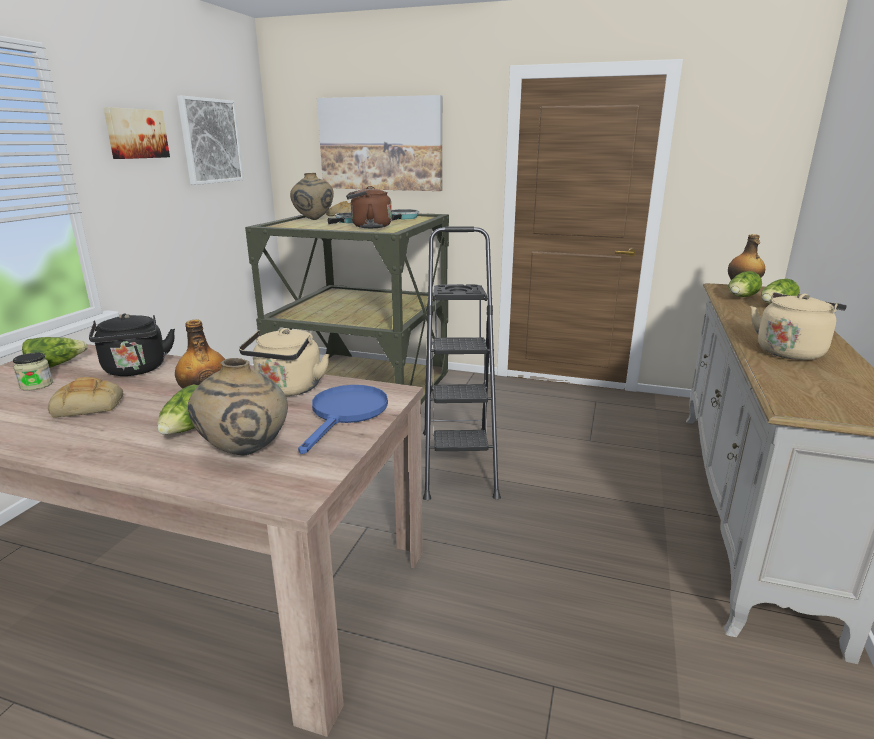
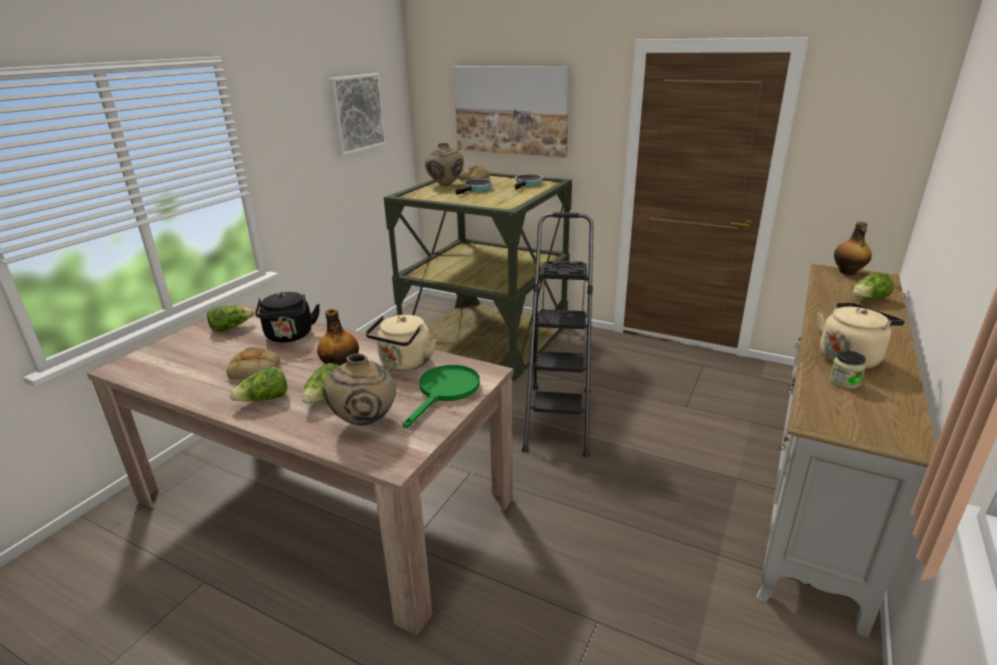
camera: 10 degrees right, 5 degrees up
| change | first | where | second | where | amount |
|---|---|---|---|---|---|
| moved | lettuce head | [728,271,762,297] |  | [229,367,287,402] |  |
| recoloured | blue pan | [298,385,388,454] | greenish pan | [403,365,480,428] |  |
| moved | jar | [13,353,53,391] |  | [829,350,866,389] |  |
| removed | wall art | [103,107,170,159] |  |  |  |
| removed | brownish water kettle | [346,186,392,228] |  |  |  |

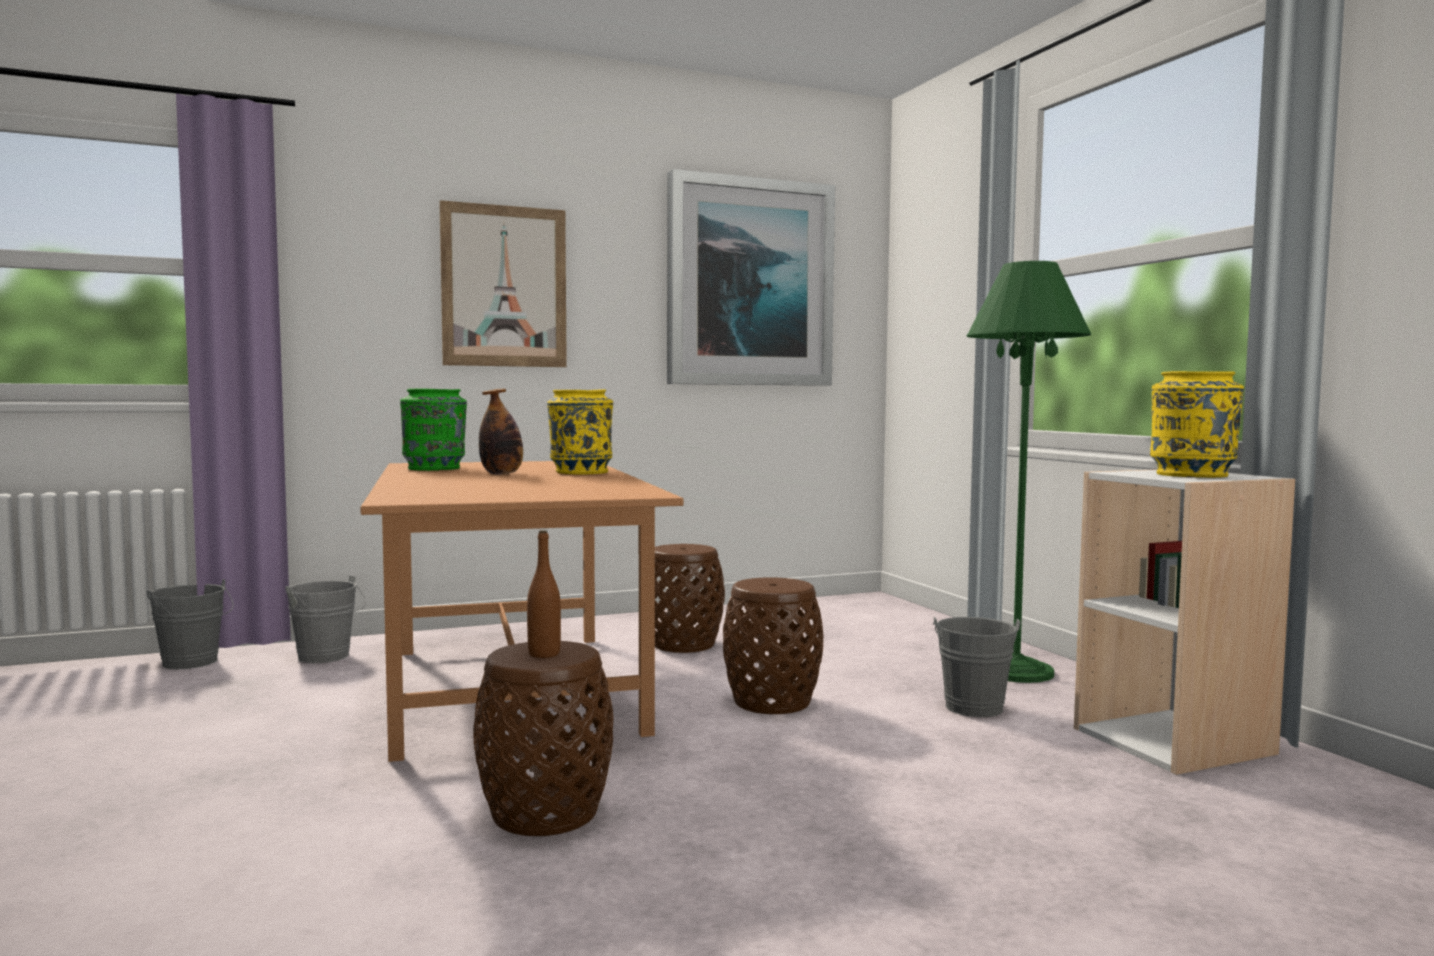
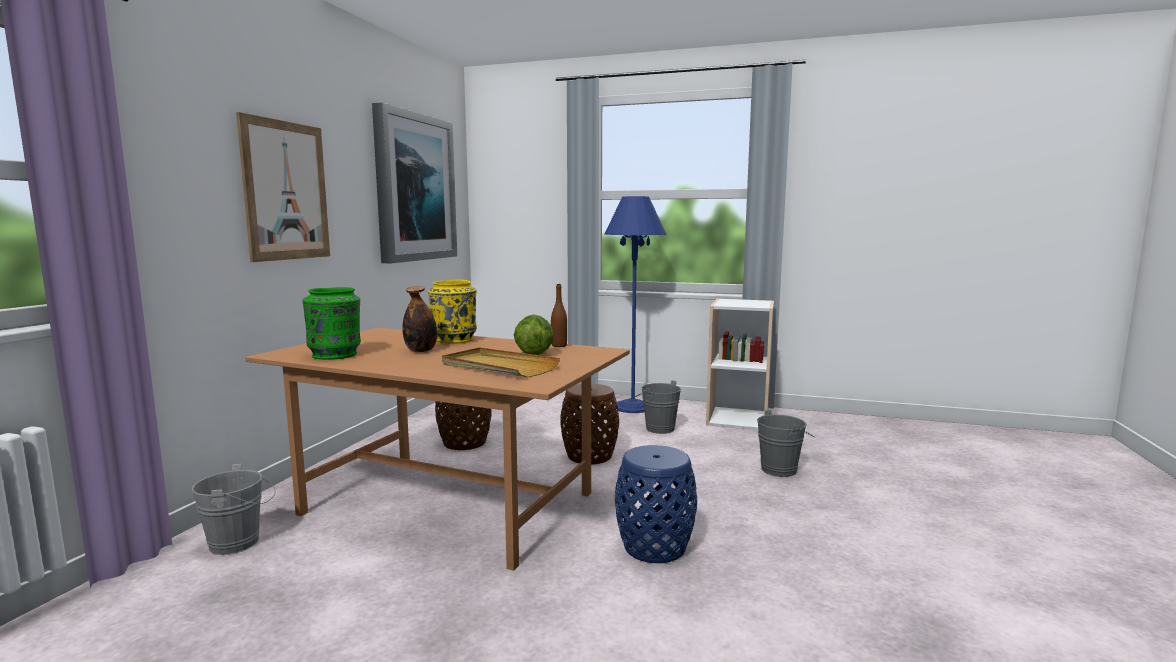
camera: 50 degrees left, 5 degrees up
| change | first | where | second | where | amount |
|---|---|---|---|---|---|
| added |  |  | beige-coloured tray | [442,347,560,377] |  |
| added |  |  | lettuce head | [514,314,554,355] |  |
| moved | brownish beverage bottle | [527,530,561,658] |  | [551,284,567,347] |  |
| recoloured | greenish standard lamp | [967,261,1091,683] | blue standard lamp | [604,196,666,413] |  |
| recoloured | brownish sitting stool | [473,641,613,836] | blue sitting stool | [615,445,697,563] |  |
| moved | gray pail | [146,579,234,669] |  | [757,410,815,477] |  |
| removed | yellow-coloured decorative vase | [1150,371,1244,478] |  |  |  |

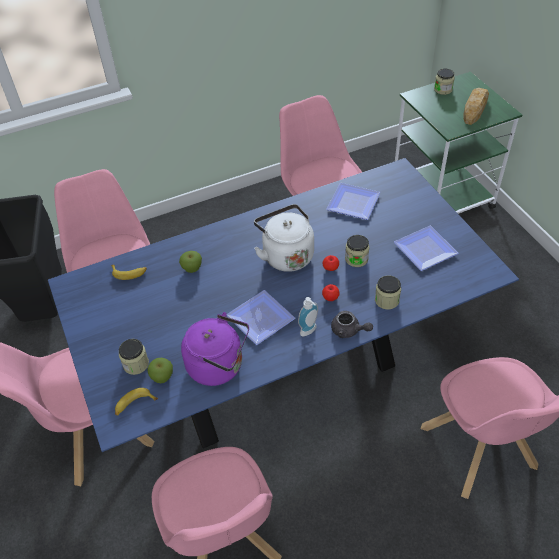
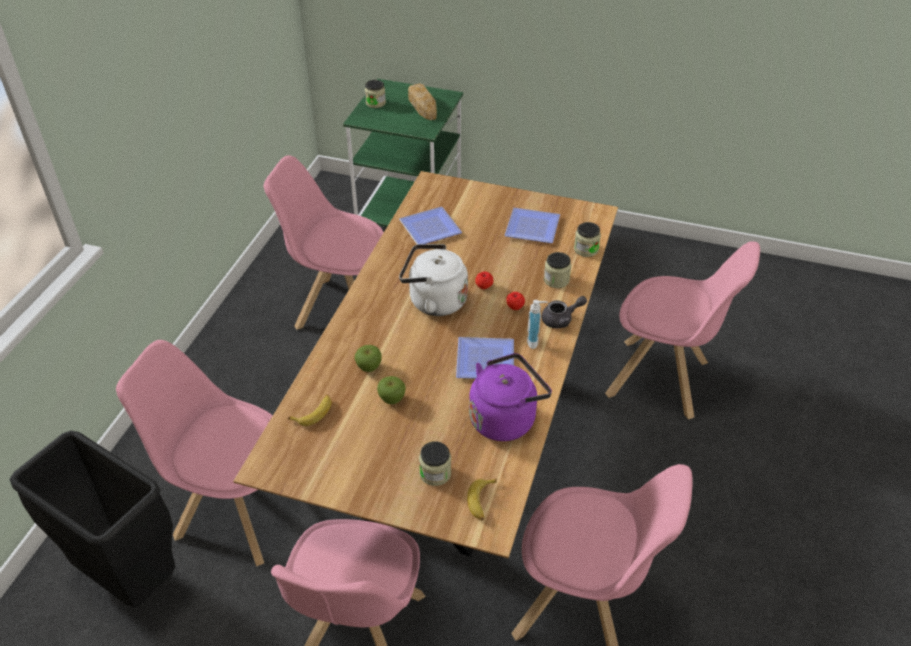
camera: 50 degrees left, 5 degrees down
| change | first | where | second | where | amount |
|---|---|---|---|---|---|
| recoloured | blue dinner table | [48,158,519,452] | brownish dinner table | [233,171,618,558] |  |
| moved | apple fruit | [148,357,173,383] |  | [377,376,406,404] |  |
| moved | jar | [345,235,370,267] |  | [574,222,601,257] |  |

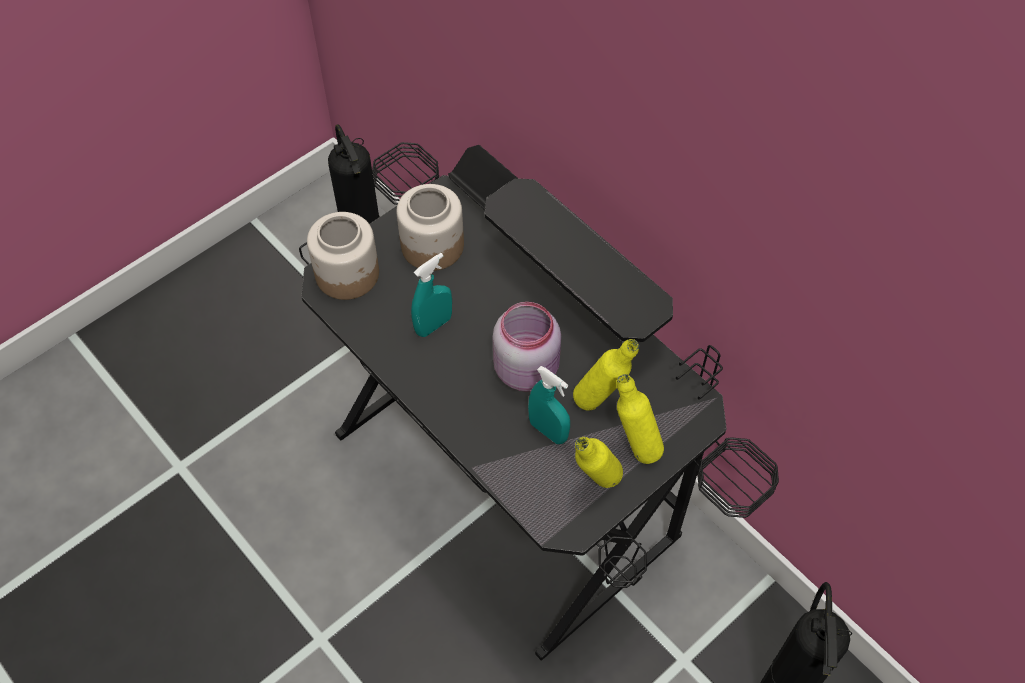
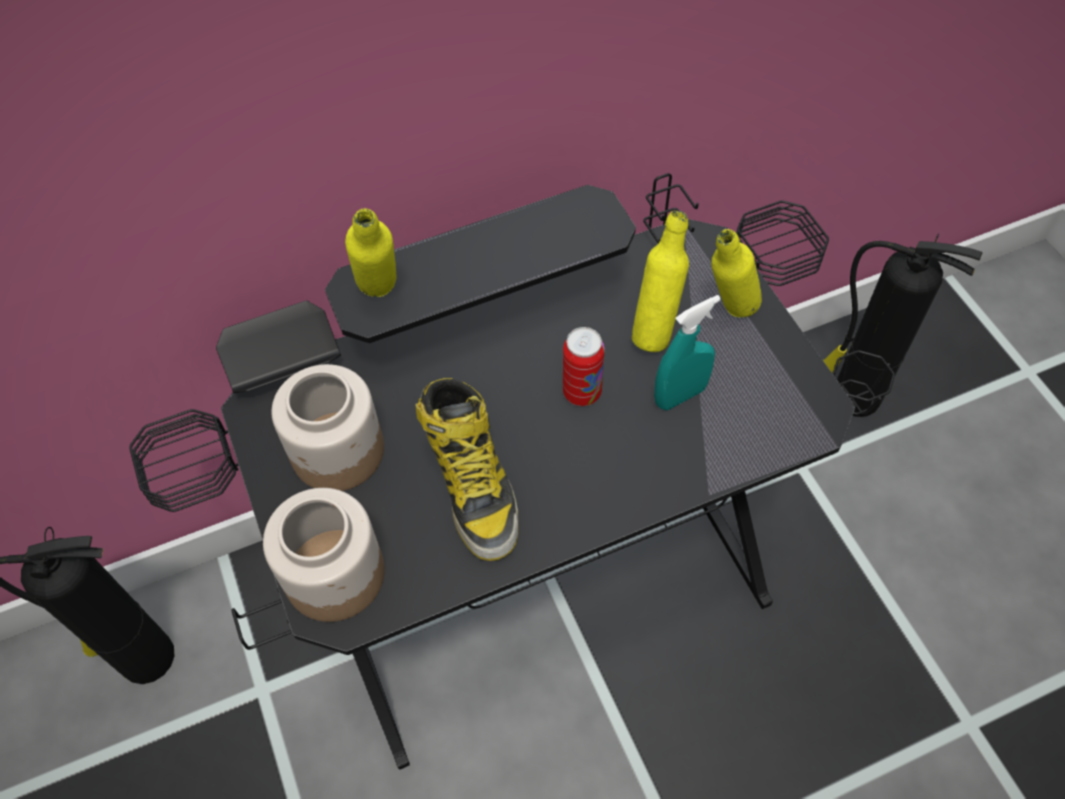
camera: 70 degrees left, 0 degrees up
| change | first | where | second | where | amount |
|---|---|---|---|---|---|
| moved | yellow-coloured beverage bottle | [575,437,623,488] |  | [345,208,397,297] |  |
| replaced | turquoise spray bottle | [411,253,452,337] | boot | [415,378,519,561] |  |
| replaced | pink jar | [493,302,561,392] | can | [563,327,605,407] |  |

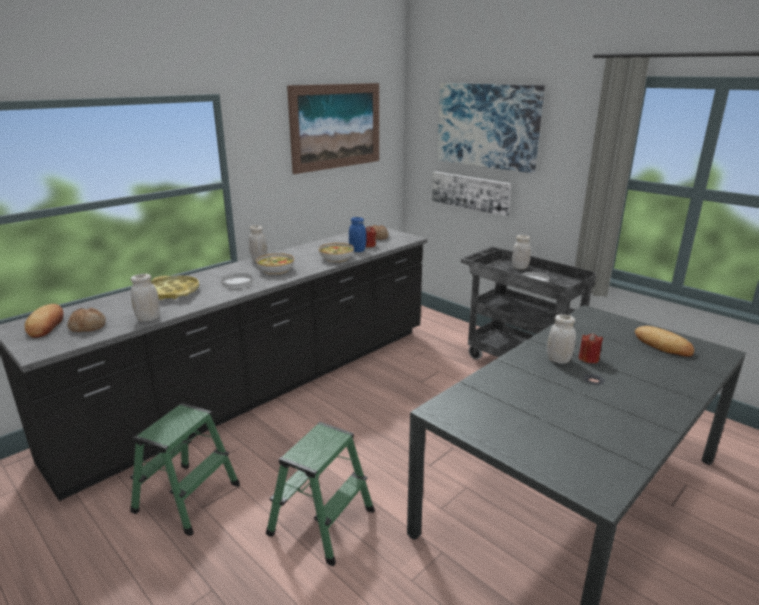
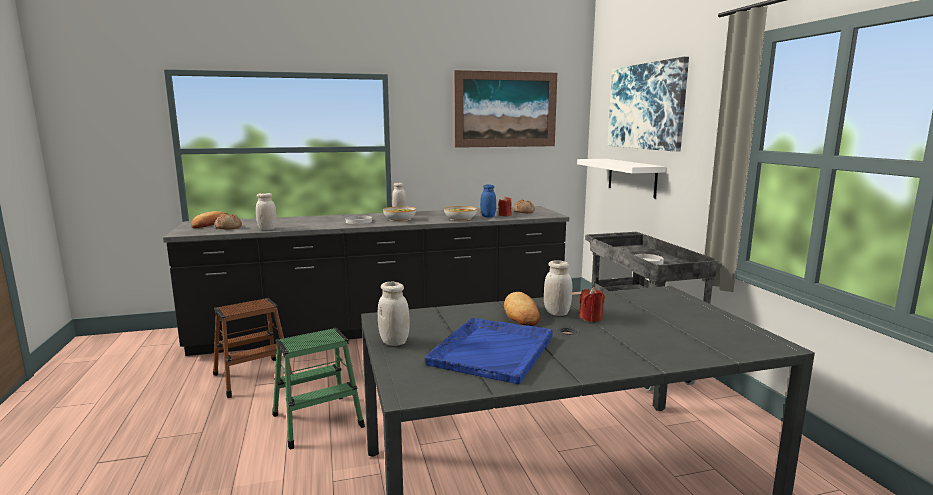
camera: 30 degrees right, 10 degrees down
| change | first | where | second | where | amount |
|---|---|---|---|---|---|
| recoloured | greenish stepladder | [130,403,240,536] | brownish stepladder | [213,298,293,398] |  |
| moved | white-coloured jar | [512,235,531,269] |  | [378,282,409,346] |  |
| added |  |  | blue tray | [425,318,553,384] |  |
| moved | bread | [635,326,694,357] |  | [504,292,540,326] |  |
| replaced | wall art | [432,172,512,216] | white-coloured shelf | [577,159,666,198] |  |
| removed | yellow-coloured tray | [151,275,199,300] |  |  |  |

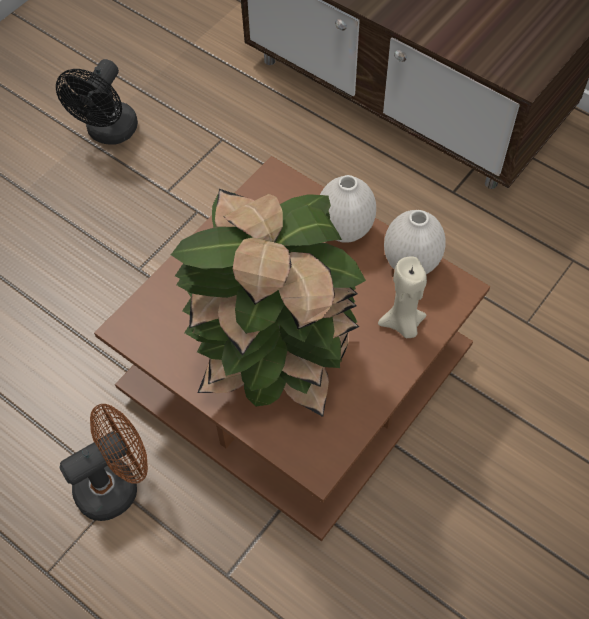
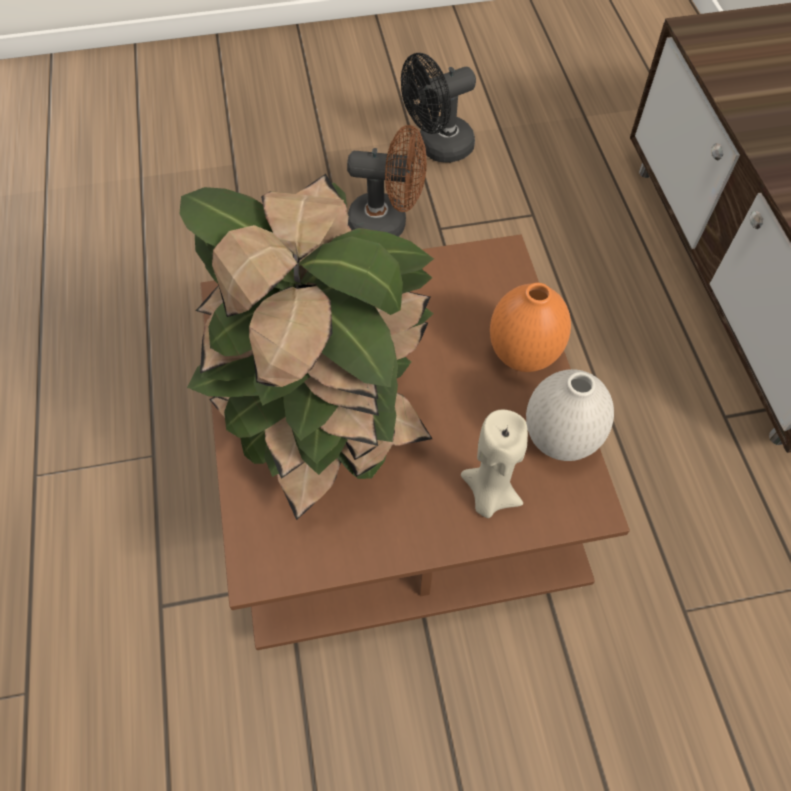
camera: 40 degrees right, 0 degrees up
| change | first | where | second | where | amount |
|---|---|---|---|---|---|
| moved | brownish cooling fan | [59,404,148,521] |  | [347,125,427,237] |  |
| recoloured | white-coloured decorative vase | [320,175,376,243] | orange decorative vase | [490,283,571,372] |  |

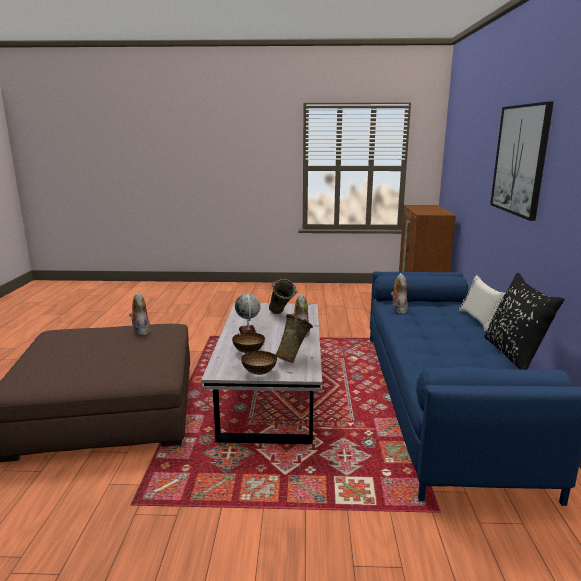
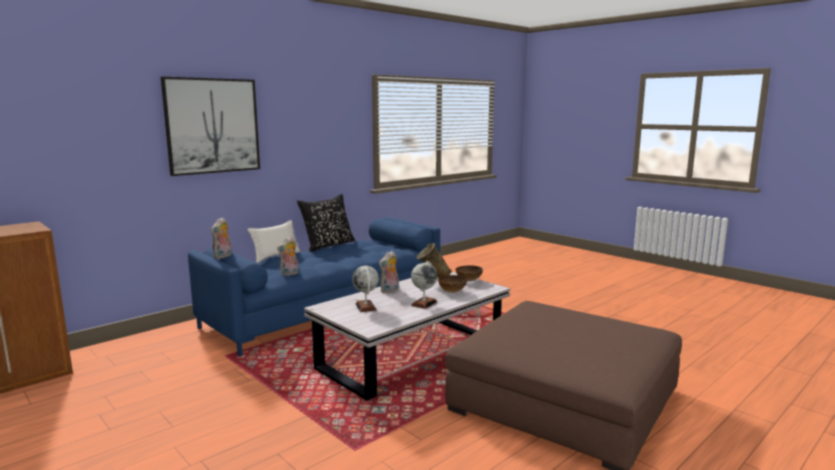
camera: 135 degrees left, 5 degrees down
| change | first | where | second | where | amount |
|---|---|---|---|---|---|
| moved | soft toy | [129,292,150,335] |  | [211,217,232,259] |  |
| replaced | beige-coloured decorative vase | [269,279,298,314] | world globe | [352,266,379,312] |  |

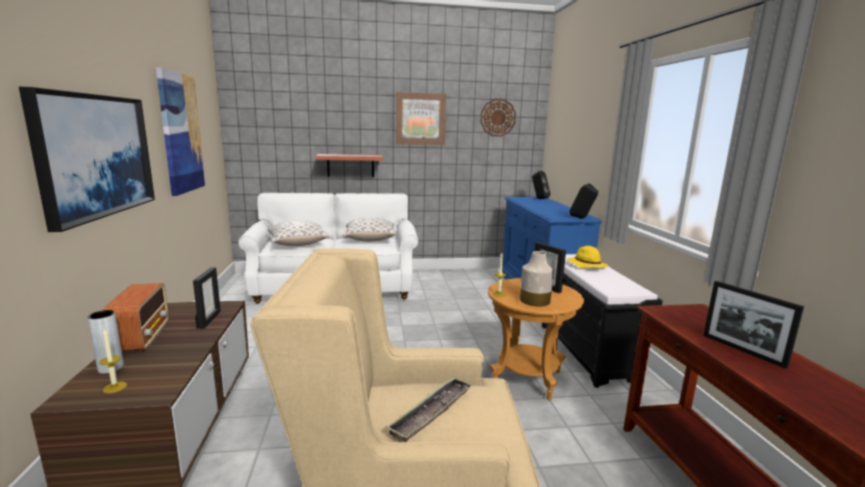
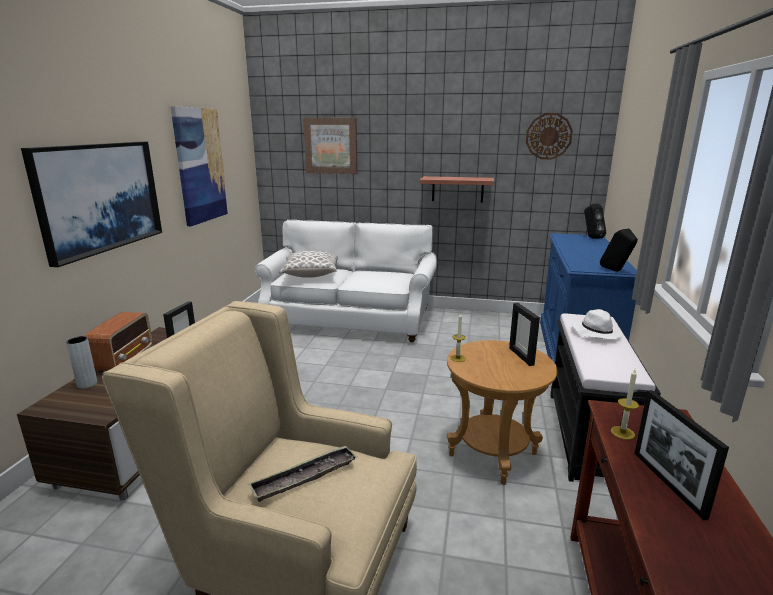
camera: 20 degrees right, 5 degrees up
| change | first | where | second | where | amount |
|---|---|---|---|---|---|
| moved | wall art | [396,92,446,145] |  | [303,118,358,174] |  |
| moved | shelf | [315,154,383,177] |  | [420,176,494,203] |  |
| recoloured | yellow-coloured clothing hat | [567,246,608,268] | white-coloured clothing hat | [572,309,622,339] |  |
| moved | wax light | [100,328,127,393] |  | [611,369,639,440] |  |
| removed | cushion | [343,218,396,242] |  |  |  |
| removed | beige-coloured decorative vase | [520,251,554,306] |  |  |  |

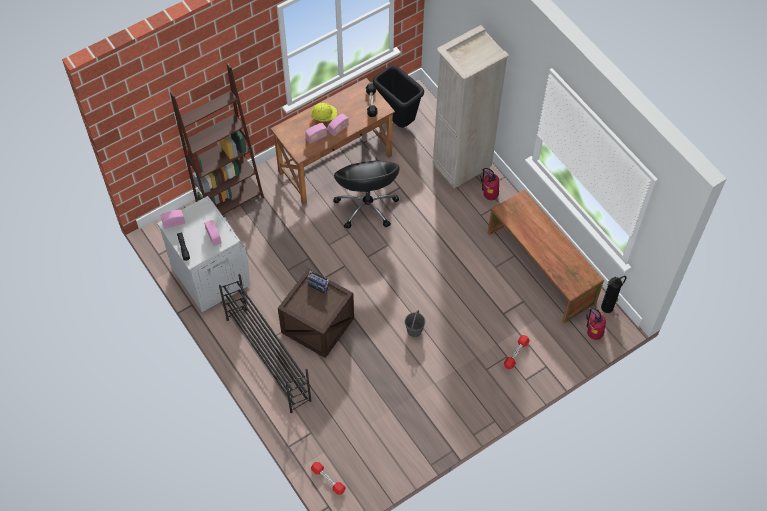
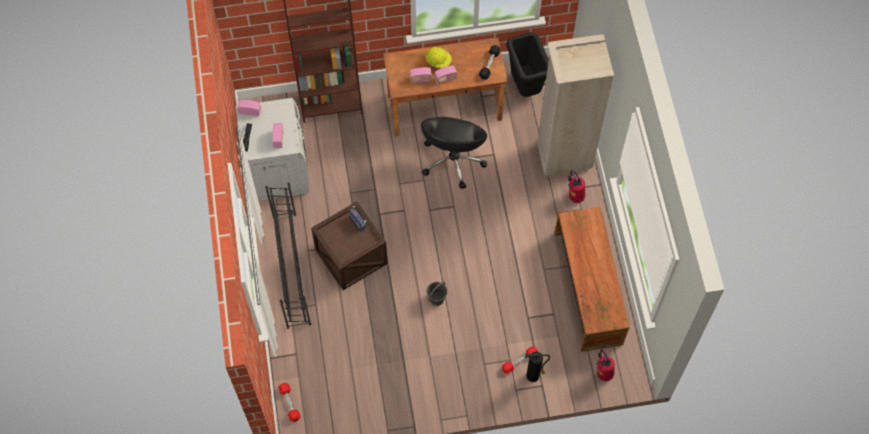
camera: 25 degrees right, 5 degrees up
| change | first | where | second | where | amount |
|---|---|---|---|---|---|
| moved | fire extinguisher | [601,276,627,313] |  | [525,351,550,382] |  |

